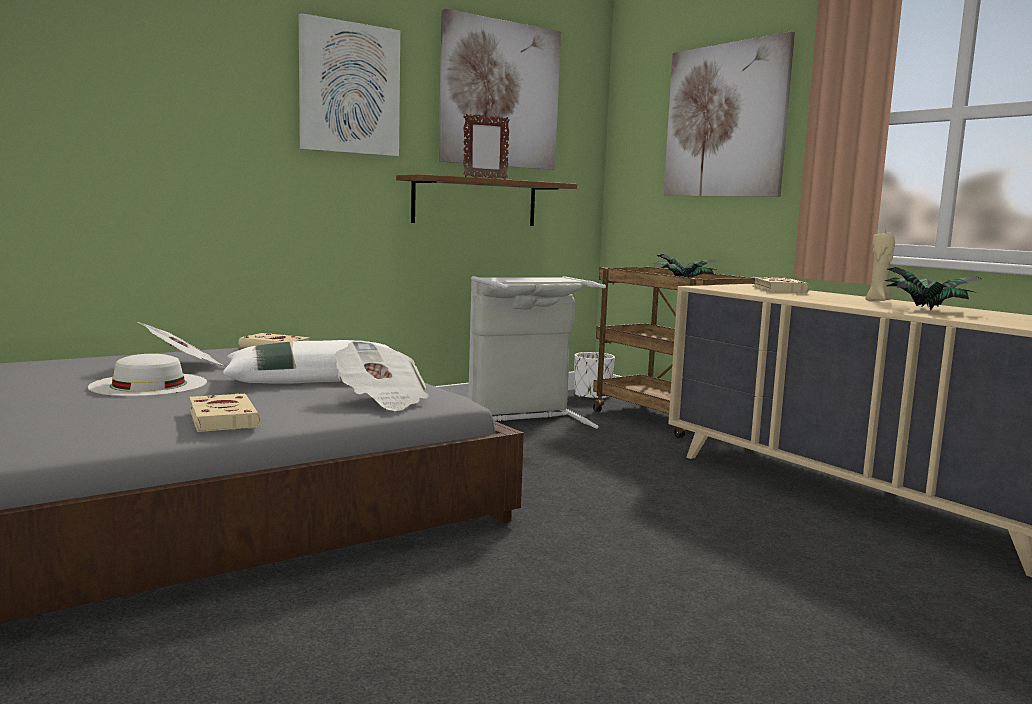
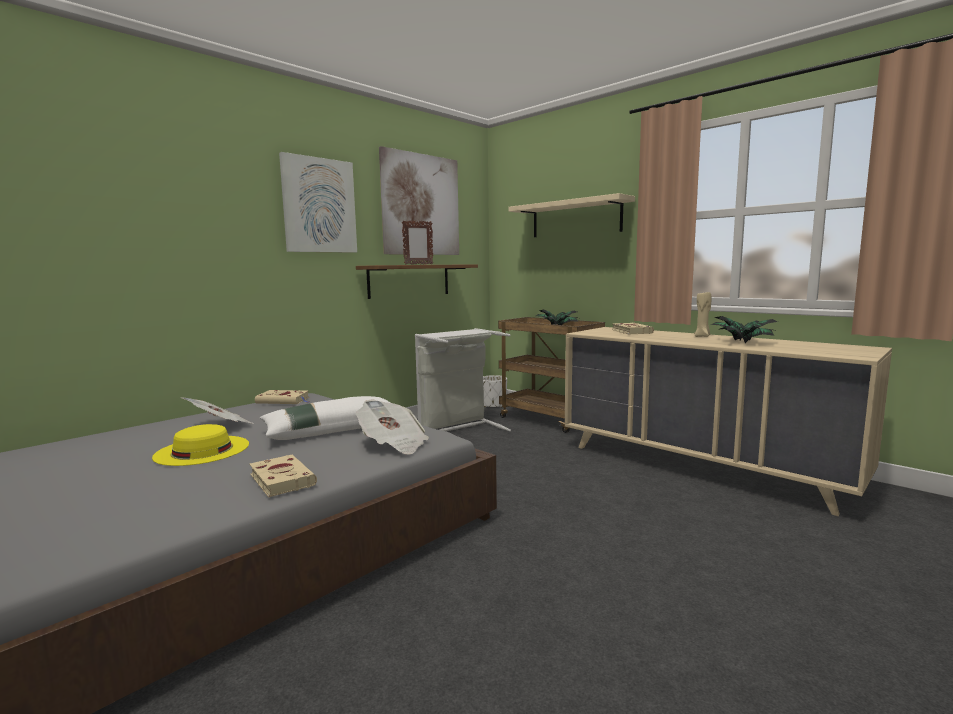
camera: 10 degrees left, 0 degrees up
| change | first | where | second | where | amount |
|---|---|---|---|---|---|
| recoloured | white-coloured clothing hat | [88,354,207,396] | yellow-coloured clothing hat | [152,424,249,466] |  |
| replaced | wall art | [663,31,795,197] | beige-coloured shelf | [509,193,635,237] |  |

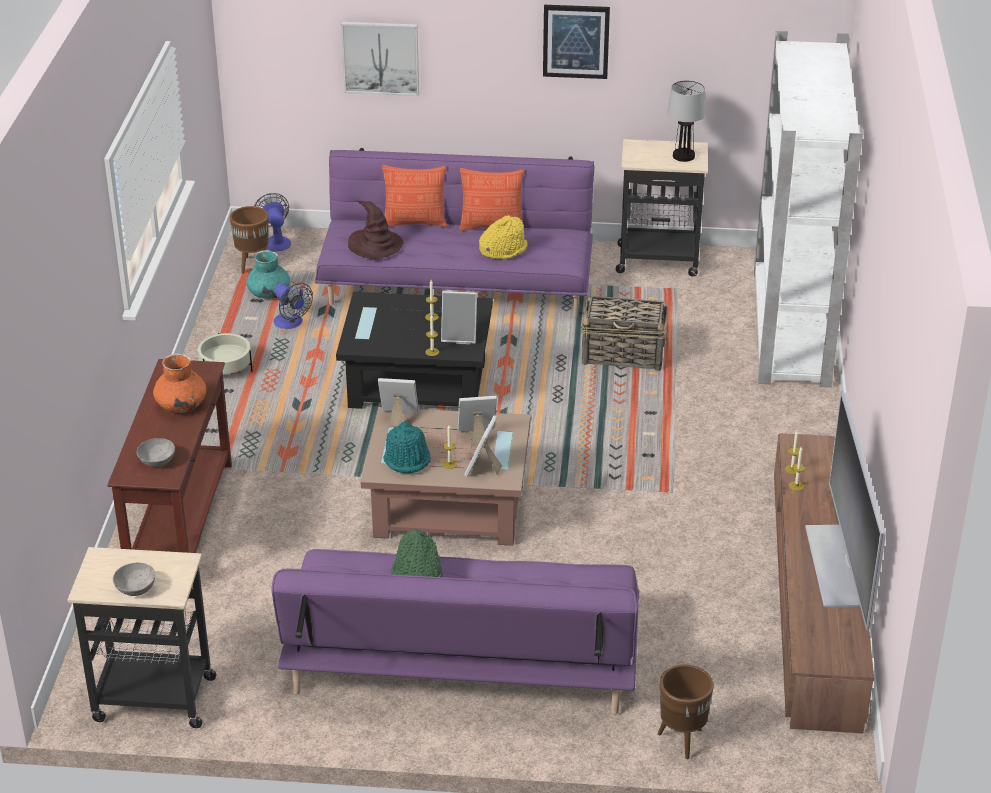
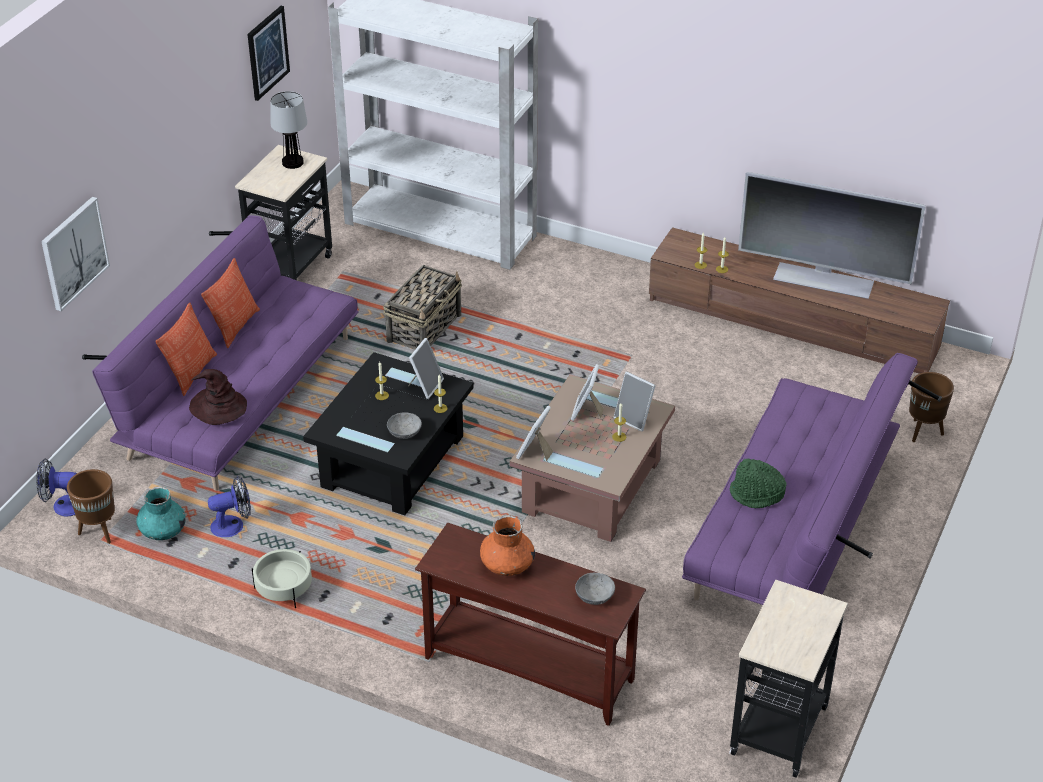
camera: 70 degrees left, 5 degrees up
| change | first | where | second | where | amount |
|---|---|---|---|---|---|
| moved | wall art | [543,5,610,79] |  | [247,6,290,101] |  |
| moved | gray deep dish | [113,563,155,596] |  | [387,412,422,439] |  |
| removed | turquoise clothing hat | [384,422,431,473] |  |  |  |
| removed | yellow-coloured clothing hat | [479,215,528,259] |  |  |  |

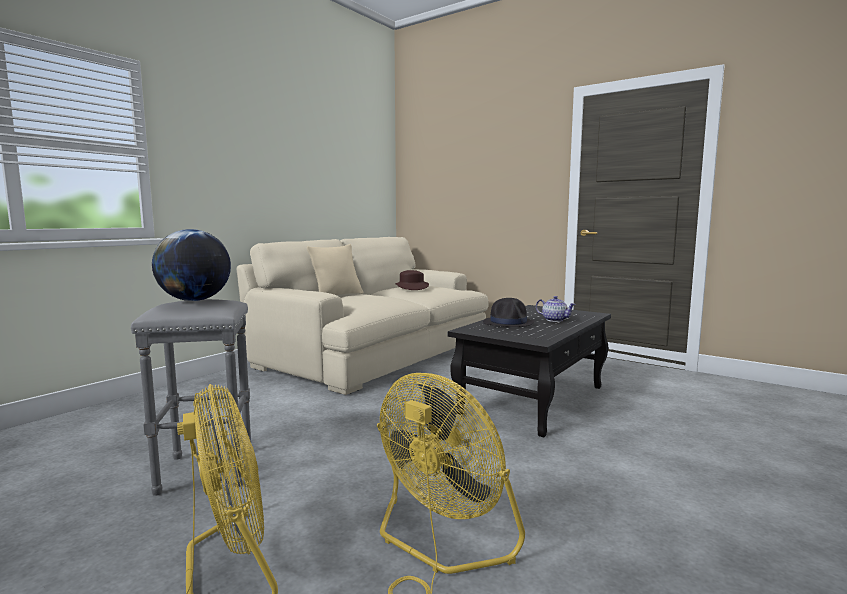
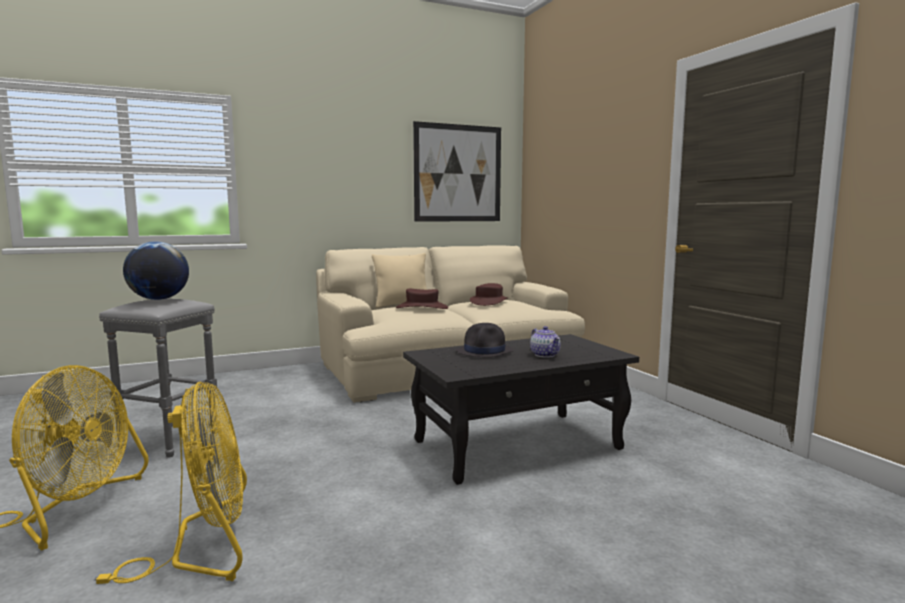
camera: 30 degrees right, 0 degrees up
| change | first | where | second | where | amount |
|---|---|---|---|---|---|
| added |  |  | brownish clothing hat | [396,289,448,309] |  |
| added |  |  | wall art | [413,121,501,222] |  |

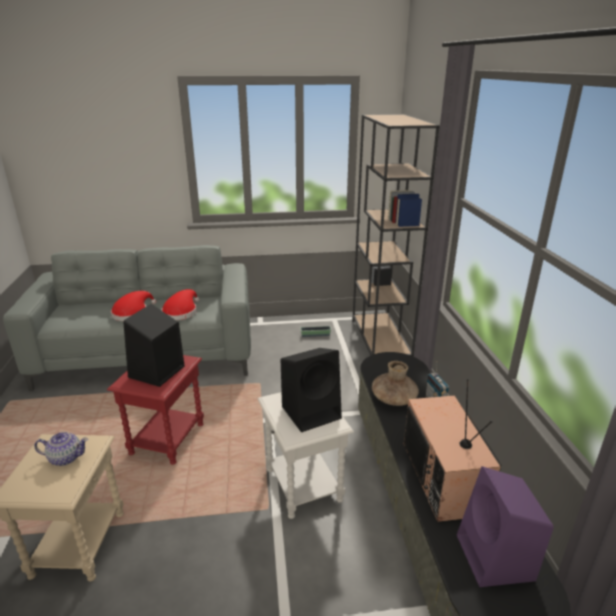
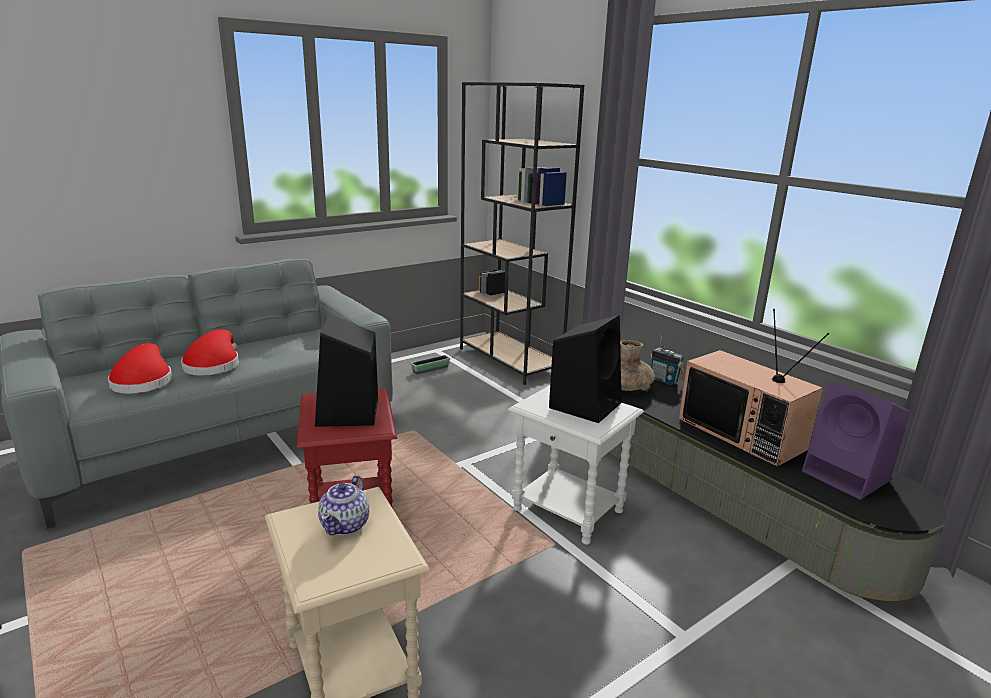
camera: 30 degrees left, 5 degrees down
| change | first | where | second | where | amount |
|---|---|---|---|---|---|
| moved | red-coloured clothing hat | [162,289,199,320] |  | [108,343,172,393] |  |
| turned | teapot | [34,432,88,466] |  | [318,475,369,535] | 135 degrees clockwise |

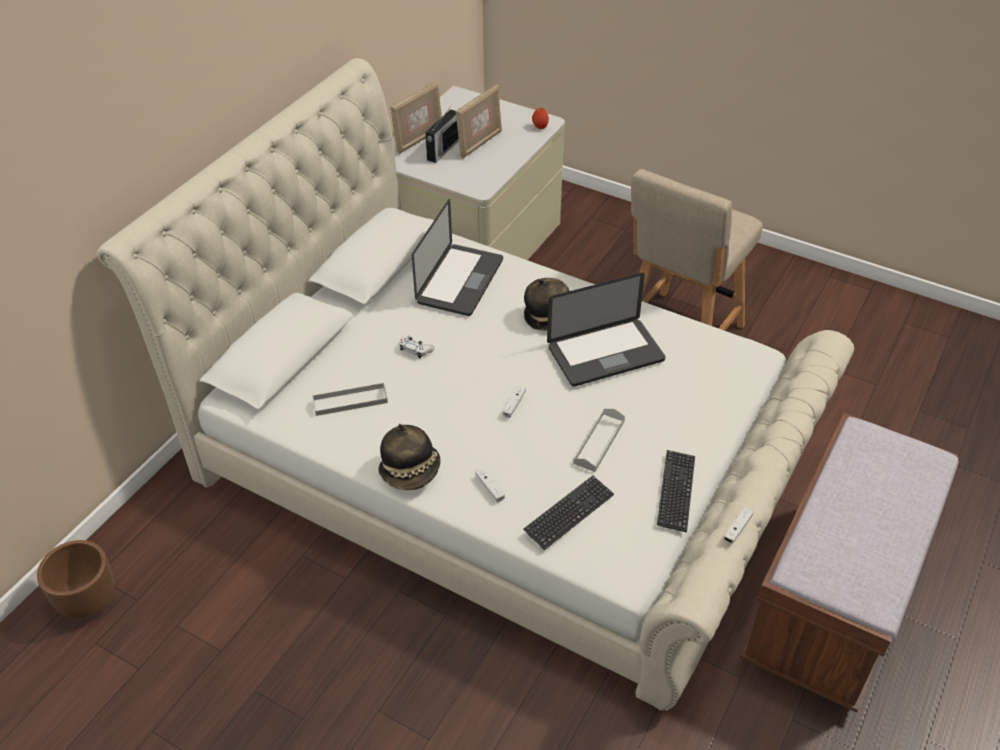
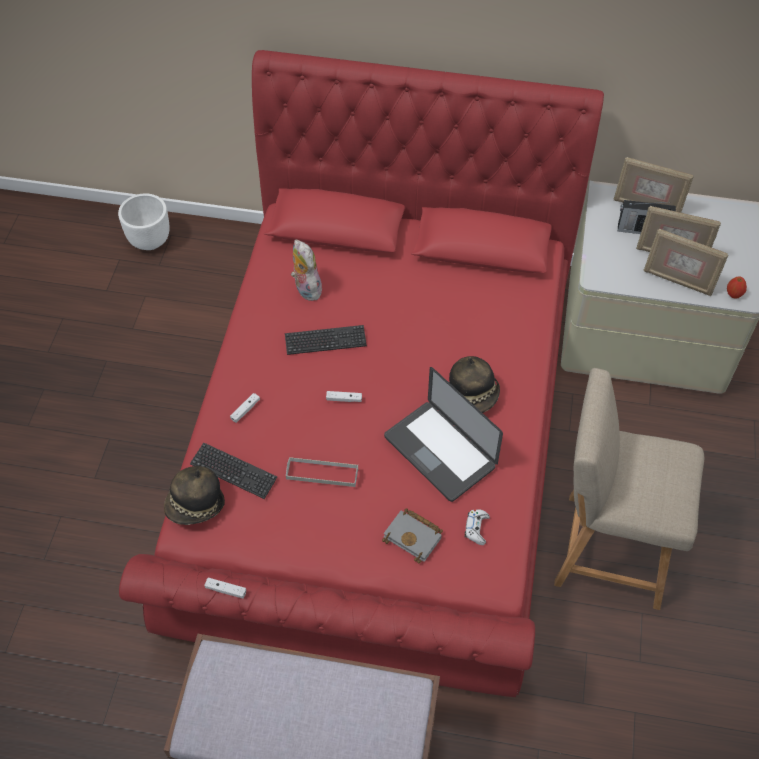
camera: 70 degrees right, 10 degrees up
| change | first | where | second | where | amount |
|---|---|---|---|---|---|
| recoloured | brownish flower pot | [37,540,114,619] | white-coloured flower pot | [118,193,169,250] |  |
| recoloured | beige-coloured bed | [97,58,854,711] | red-coloured bed | [119,50,604,697] |  |
| moved | clothing hat | [378,424,441,490] |  | [164,466,225,525] |  |
| moved | computer keyboard | [657,450,695,532] |  | [285,325,367,355] |  |
| replaced | gray tray | [312,382,388,416] | soft toy | [291,240,323,301] |  |
| added |  |  | gray book | [382,508,443,564] |  |
| moved | white-coloured gamepad | [399,335,434,358] |  | [465,510,490,545] |  |
| added |  |  | standing frame | [644,229,728,296] |  |
| removed | laptop | [412,199,503,316] |  |  |  |

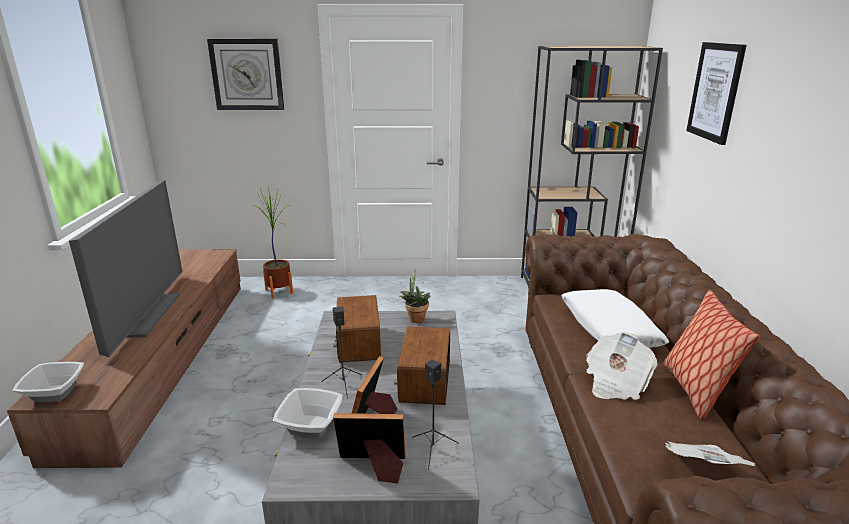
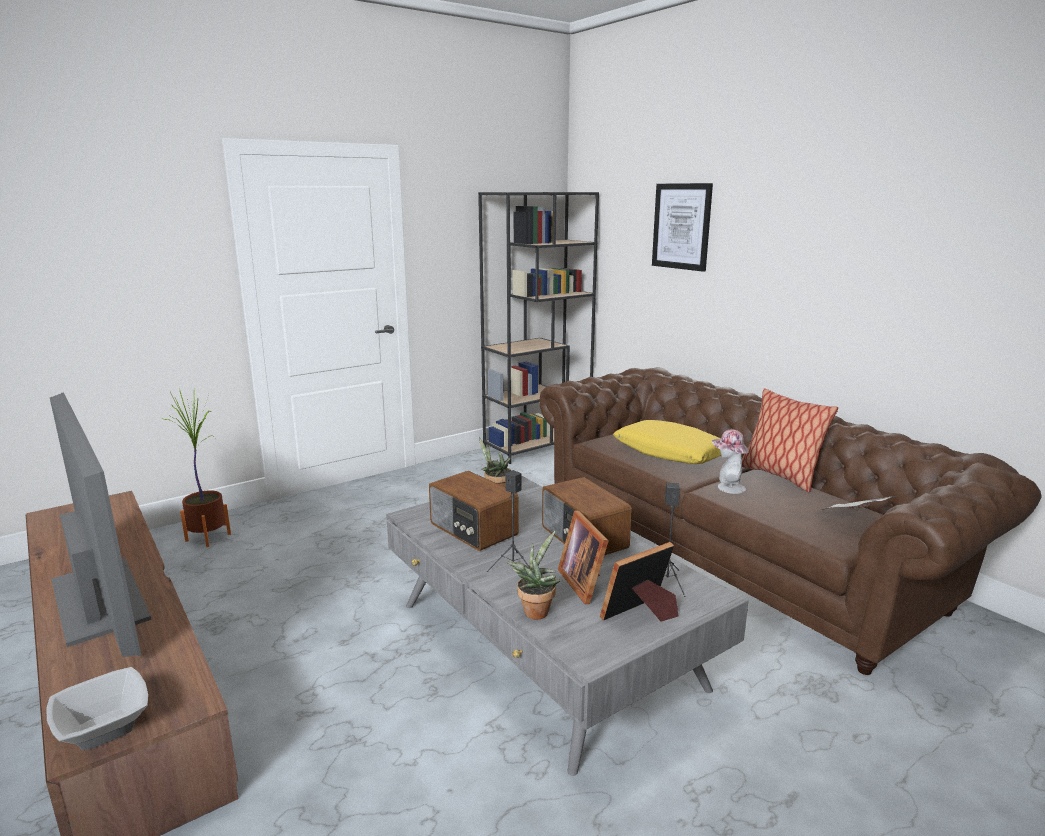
camera: 35 degrees left, 5 degrees down
| change | first | where | second | where | amount |
|---|---|---|---|---|---|
| replaced | deep dish | [273,388,342,438] | potted plant | [507,531,560,619] |  |
| recoloured | white-coloured cushion | [561,289,669,348] | yellow-coloured cushion | [613,420,721,464] |  |
| replaced | newspaper | [586,332,657,400] | clothing hat | [712,429,749,494] |  |
| removed | clock on the wall | [207,39,284,110] |  |  |  |

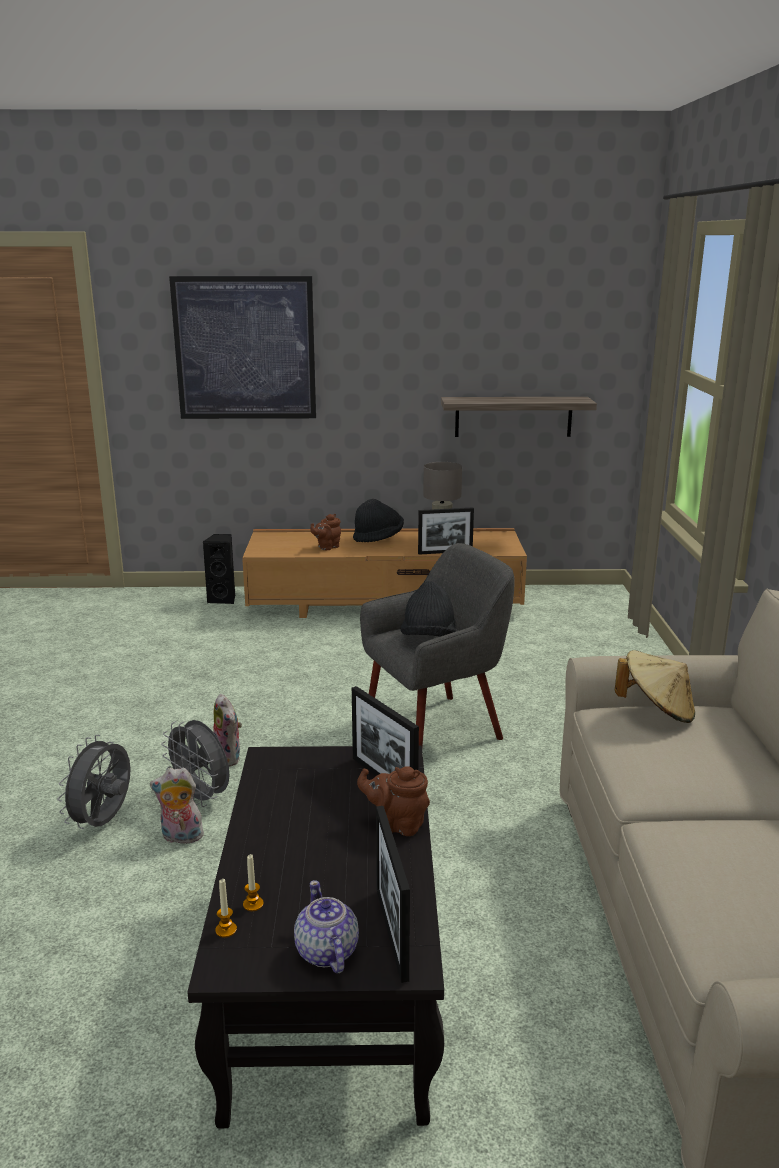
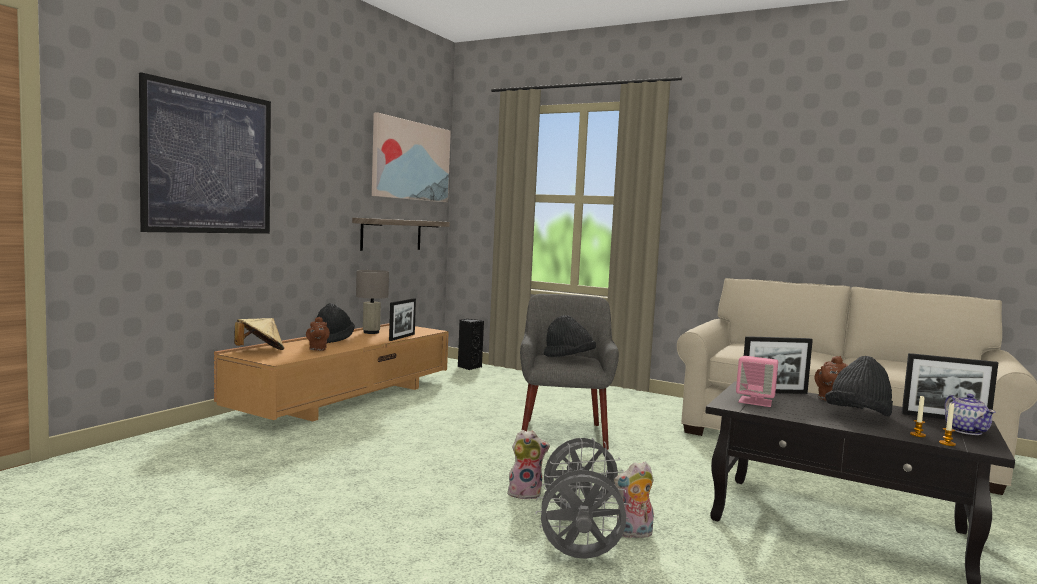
camera: 60 degrees left, 15 degrees down
| change | first | where | second | where | amount |
|---|---|---|---|---|---|
| moved | beige-coloured clothing hat | [615,650,695,723] |  | [234,318,284,350] |  |
| added |  |  | wall art | [372,112,451,202] |  |
| moved | black audio speaker | [203,534,235,604] |  | [458,319,484,370] |  |
| turned | gray cooling fan | [57,735,131,829] |  | [535,463,631,559] | 135 degrees clockwise |
| turned | soft toy | [150,768,204,844] |  | [614,462,654,538] | 45 degrees clockwise |
| added |  |  | pink audio speaker | [736,356,778,407] |  |
| added |  |  | black clothing hat | [825,356,893,416] |  |
| turned | teapot | [294,880,359,974] |  | [945,394,996,435] | 105 degrees counterclockwise |

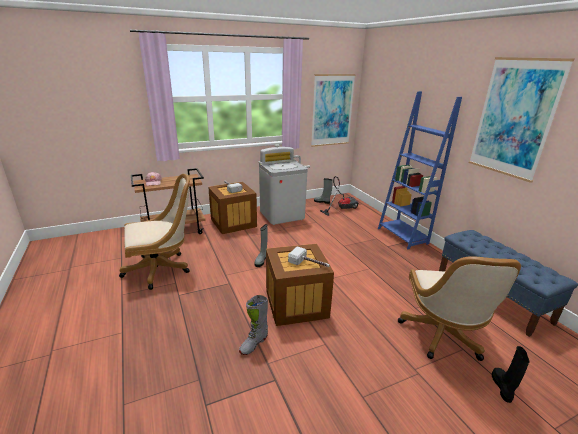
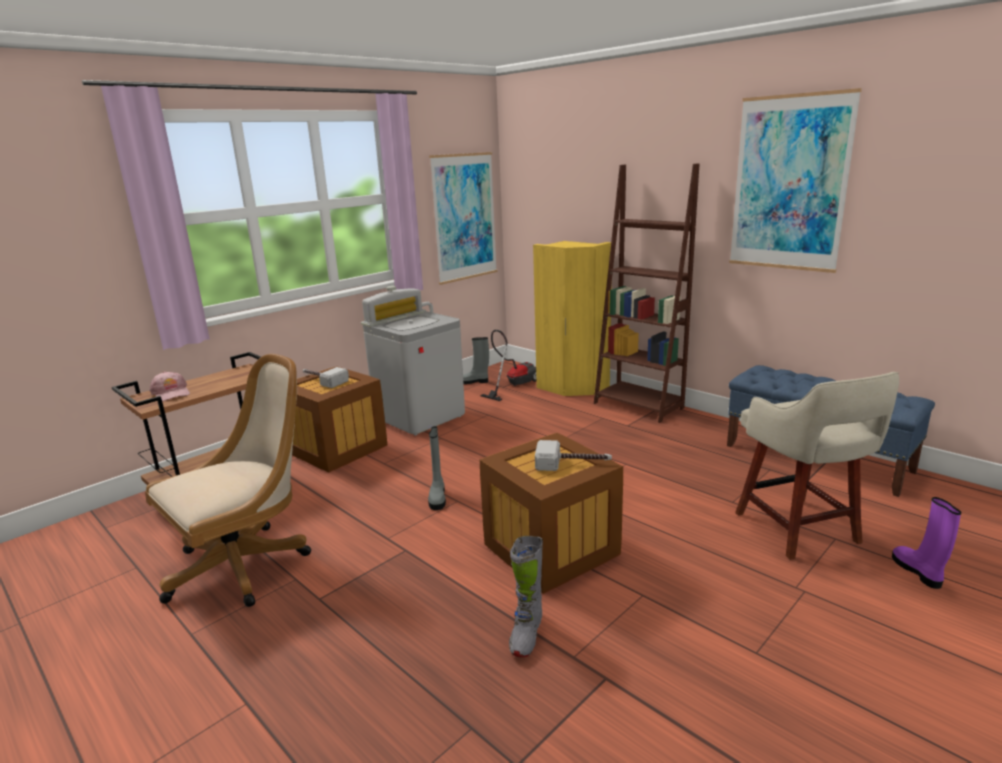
camera: 20 degrees left, 5 degrees down
| change | first | where | second | where | amount |
|---|---|---|---|---|---|
| added |  |  | yellow-coloured cabinet | [533,241,612,396] |  |
| recoloured | blue bookcase | [378,91,462,249] | brownish bookcase | [594,163,699,423] |  |
| replaced | computer chair | [398,256,521,361] | beige-coloured sitting stool | [735,372,899,560] |  |
| recoloured | black boot | [492,346,530,403] | purplish boot | [892,497,961,589] |  |

